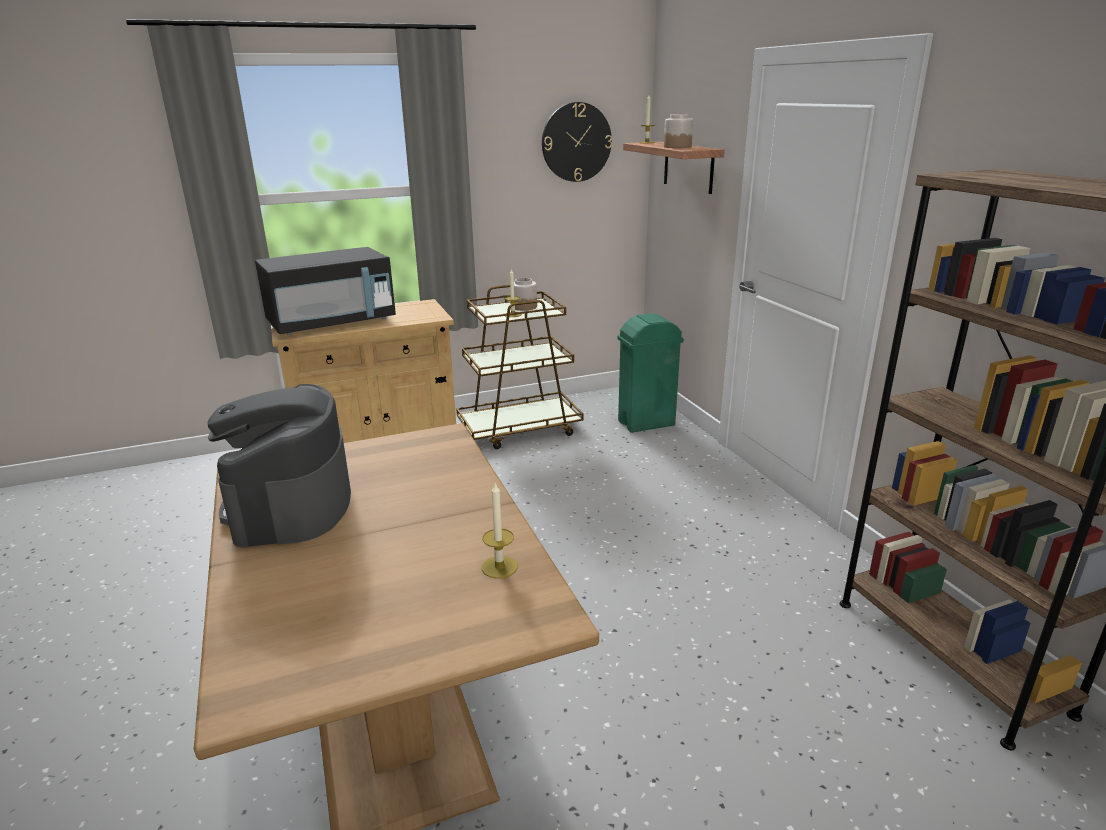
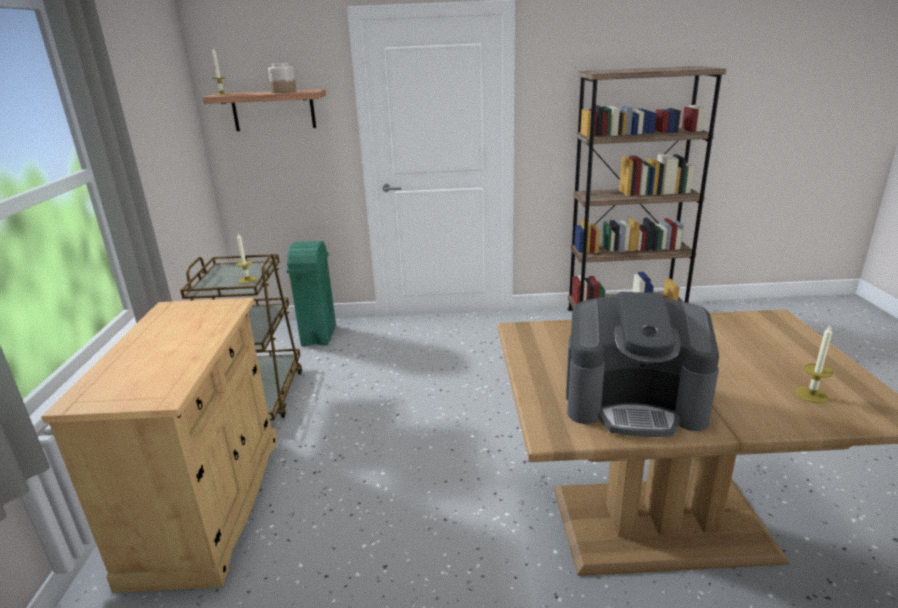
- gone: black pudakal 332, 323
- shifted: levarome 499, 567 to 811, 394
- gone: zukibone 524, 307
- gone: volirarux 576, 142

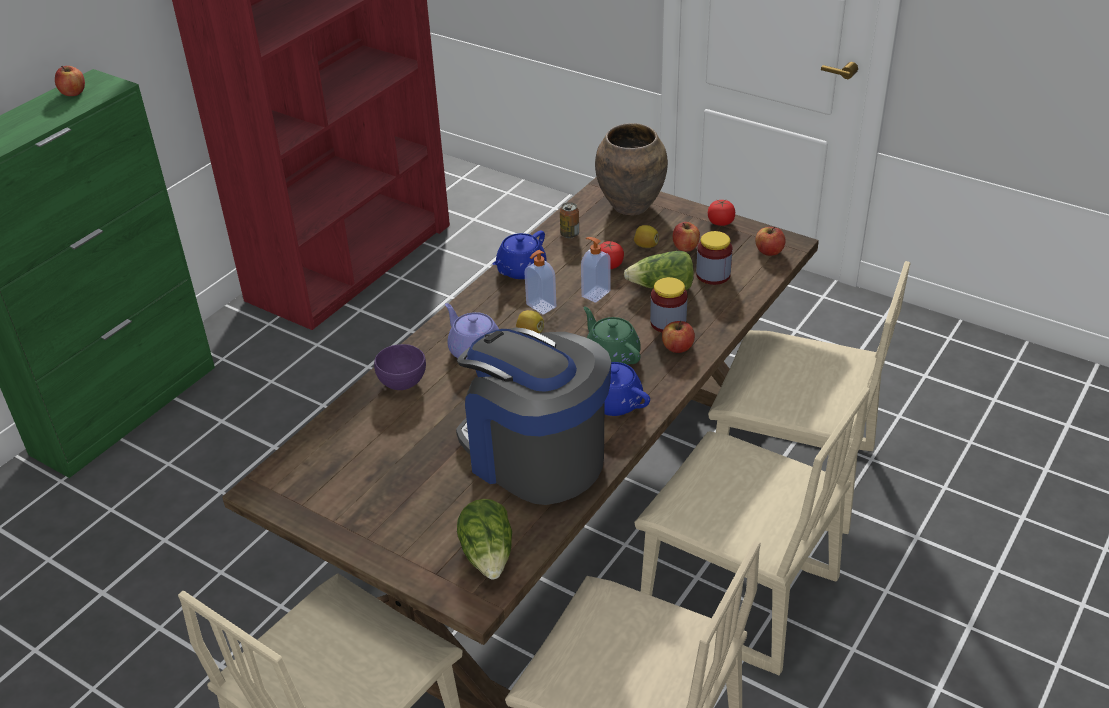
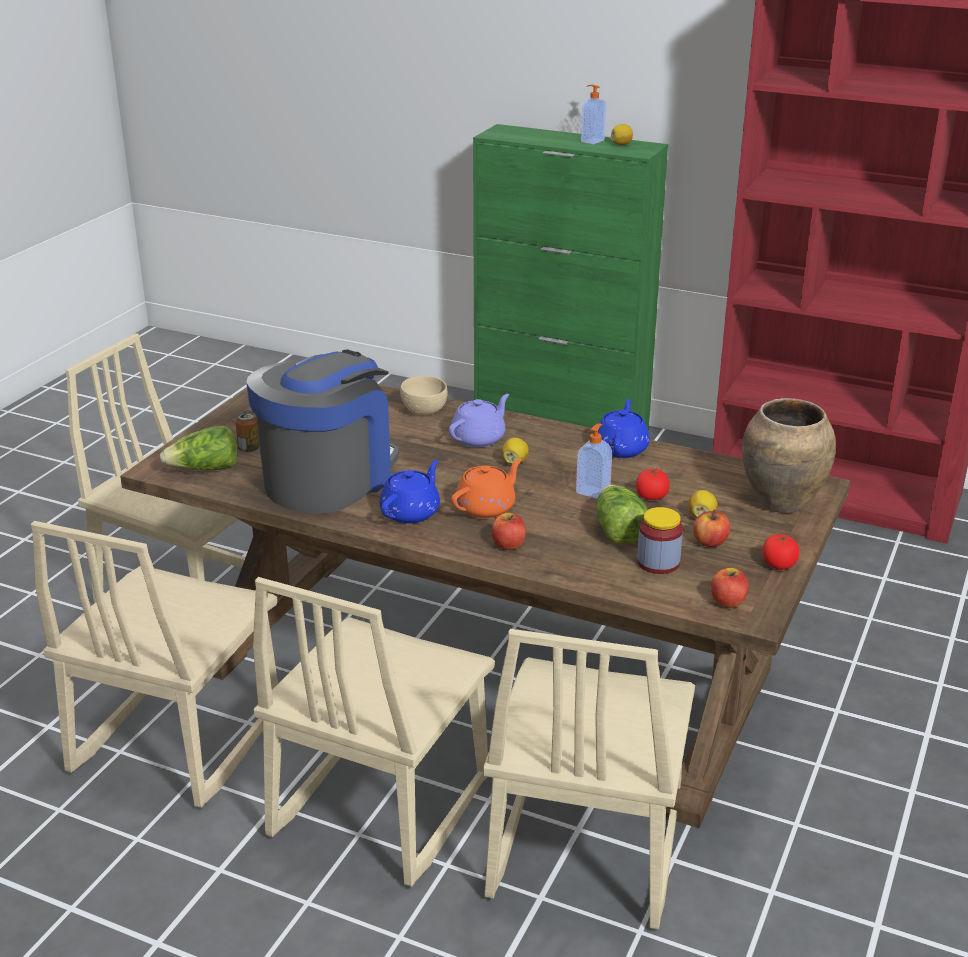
- swapped: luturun 73, 93 to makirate 621, 144
- repainted: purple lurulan 401, 383 to beige lurulan 424, 411
- rotated: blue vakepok 520, 270 = 621, 448 75 degrees clockwise
- shifted: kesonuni 540, 306 to 592, 141
- shifted: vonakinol 569, 234 to 249, 449
- repainted: green vakepok 611, 355 to orange vakepok 486, 507
- gone: zukibone 668, 322

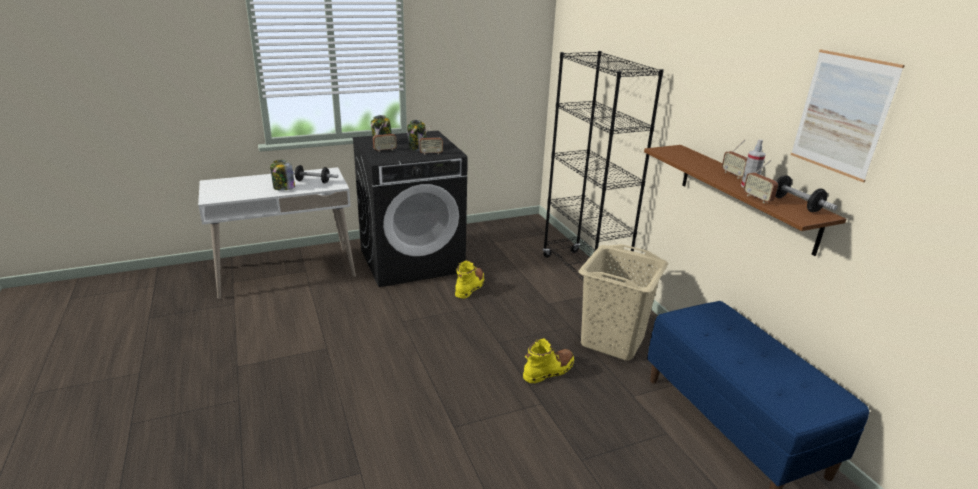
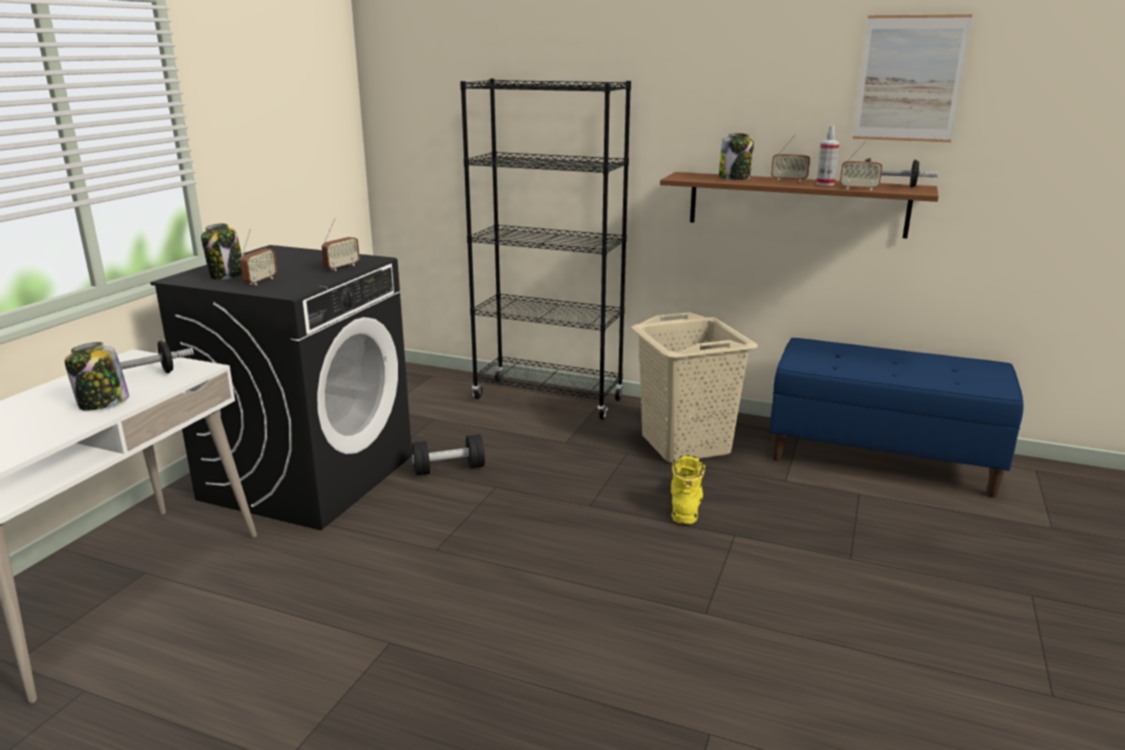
- shifted: zukibone 417, 148 to 735, 178
- swapped: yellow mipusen 470, 287 to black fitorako 449, 469

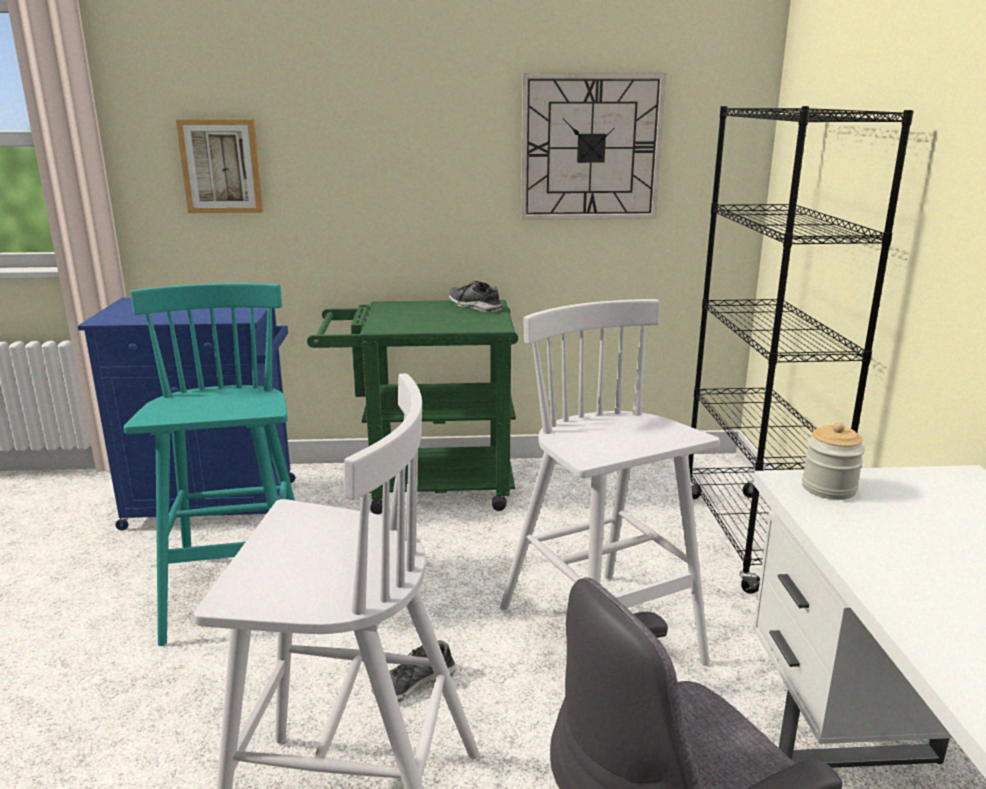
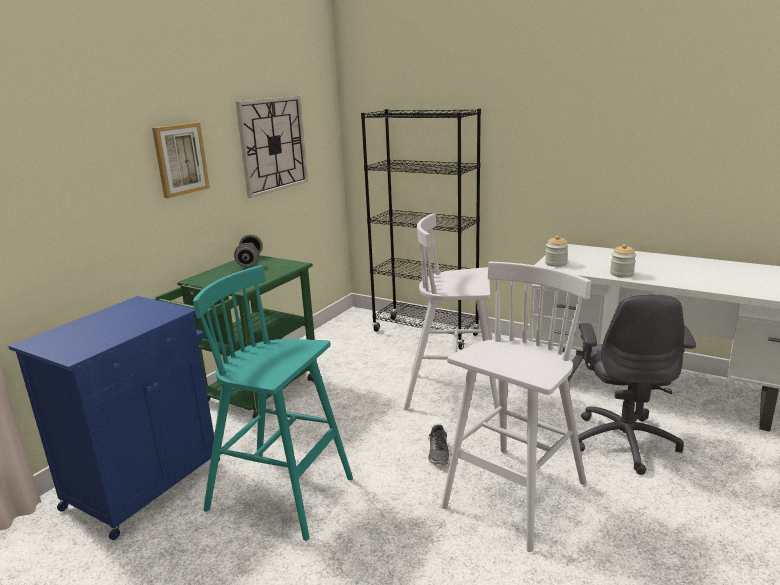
- shifted: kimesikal 221, 166 to 180, 159
- swapped: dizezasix 474, 306 to grey fitorako 250, 261
- new: zukibone 621, 274

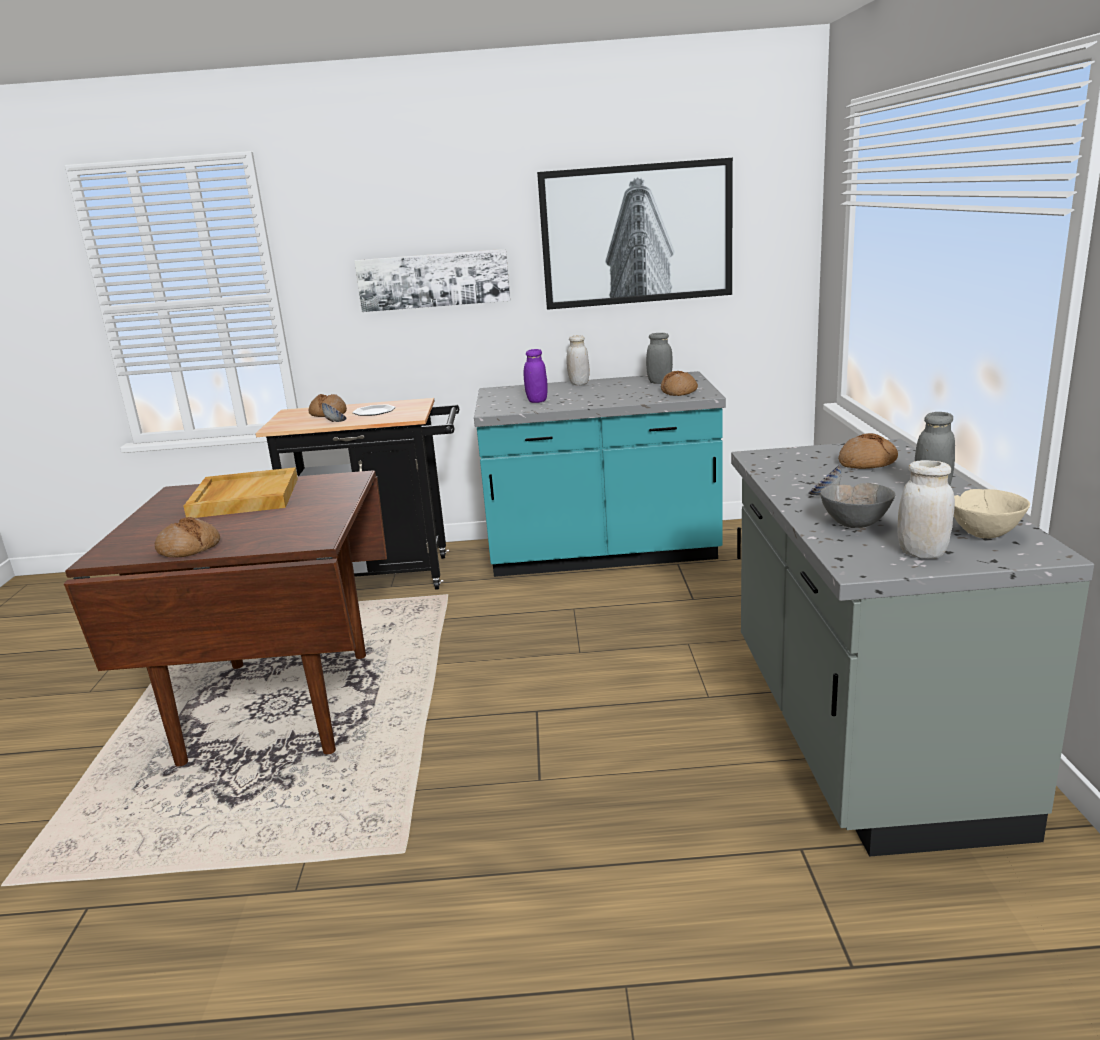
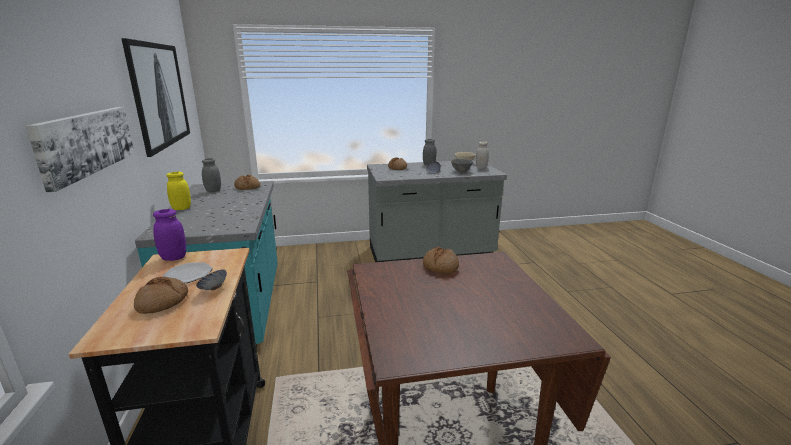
- shifted: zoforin 189, 548 to 440, 267
- gone: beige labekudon 244, 497
- shifted: purple zukibone 537, 401 to 174, 258
- repainted: white zukibone 579, 383 to yellow zukibone 181, 208

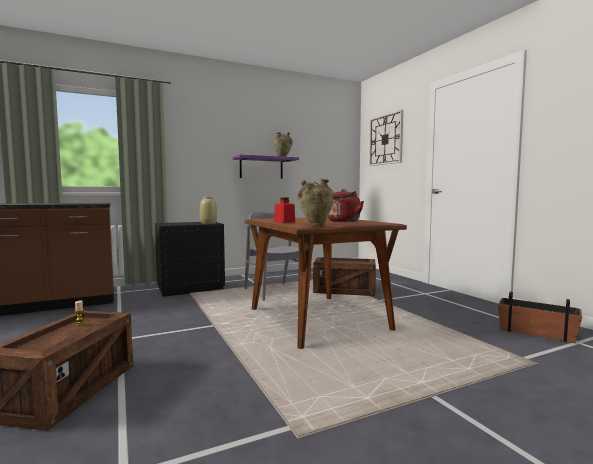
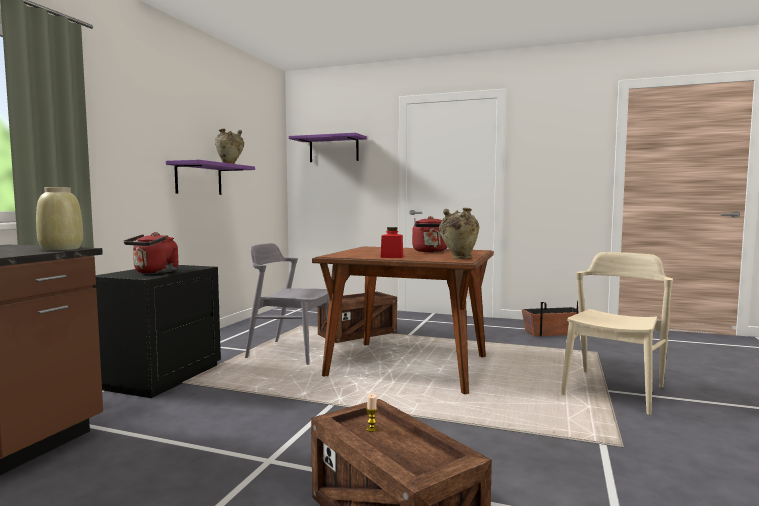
- shifted: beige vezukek 208, 223 to 60, 249
- swapped: volirarux 385, 139 to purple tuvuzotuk 333, 149
- new: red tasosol 154, 272
- new: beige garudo 614, 391

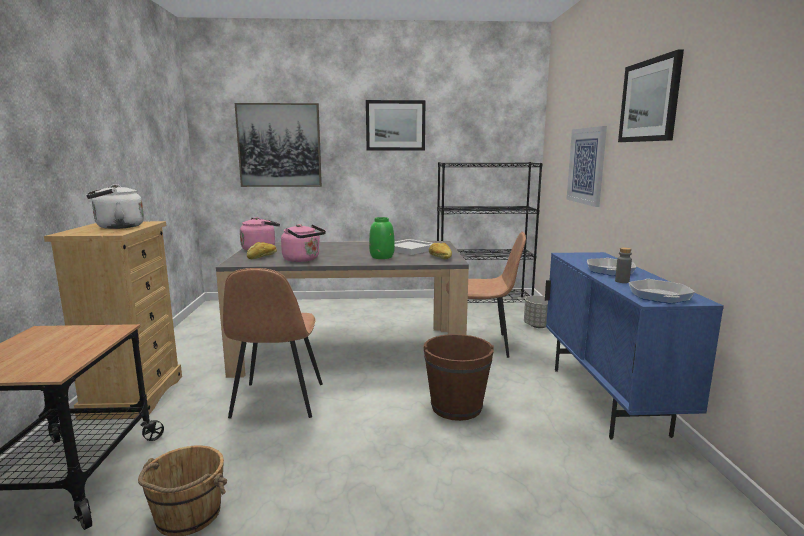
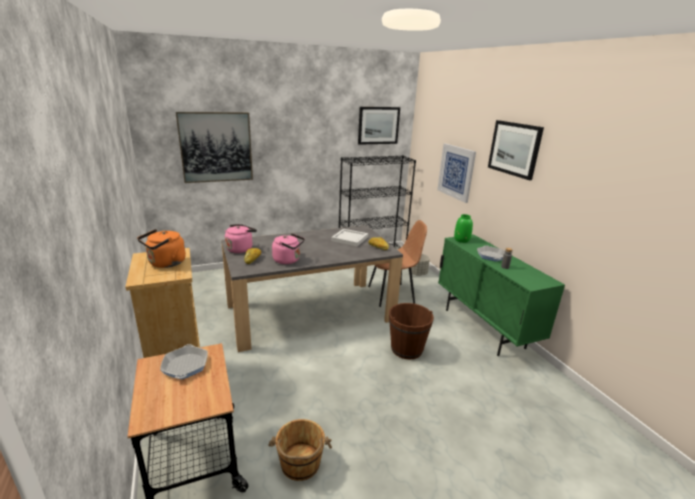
- repainted: white tasosol 117, 227 to orange tasosol 165, 263
- gone: brown garudo 277, 401
- shifted: kimesikal 395, 125 to 378, 125
- shifted: green vezukek 382, 257 to 461, 240
- repainted: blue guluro 606, 400 to green guluro 483, 328
- shifted: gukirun 659, 296 to 185, 365

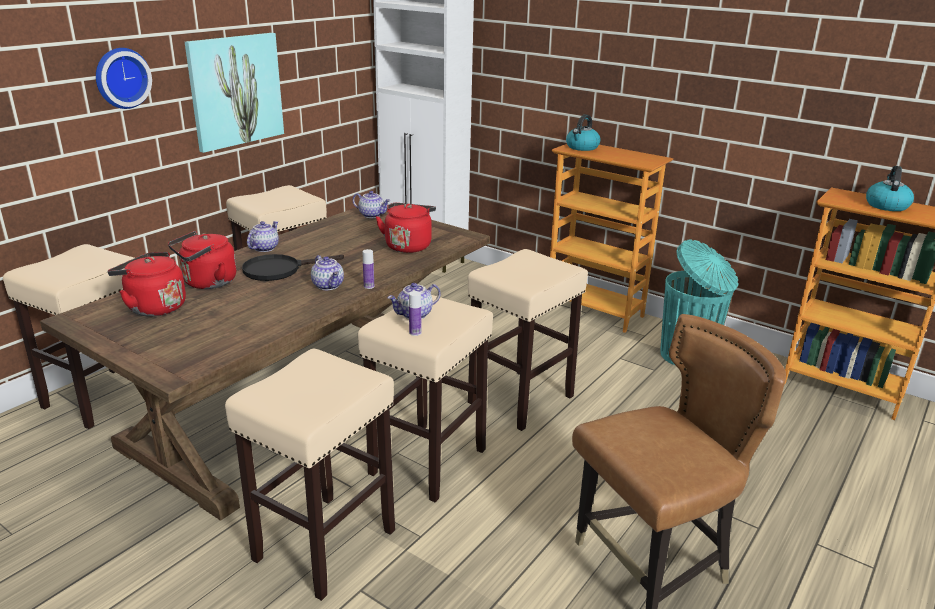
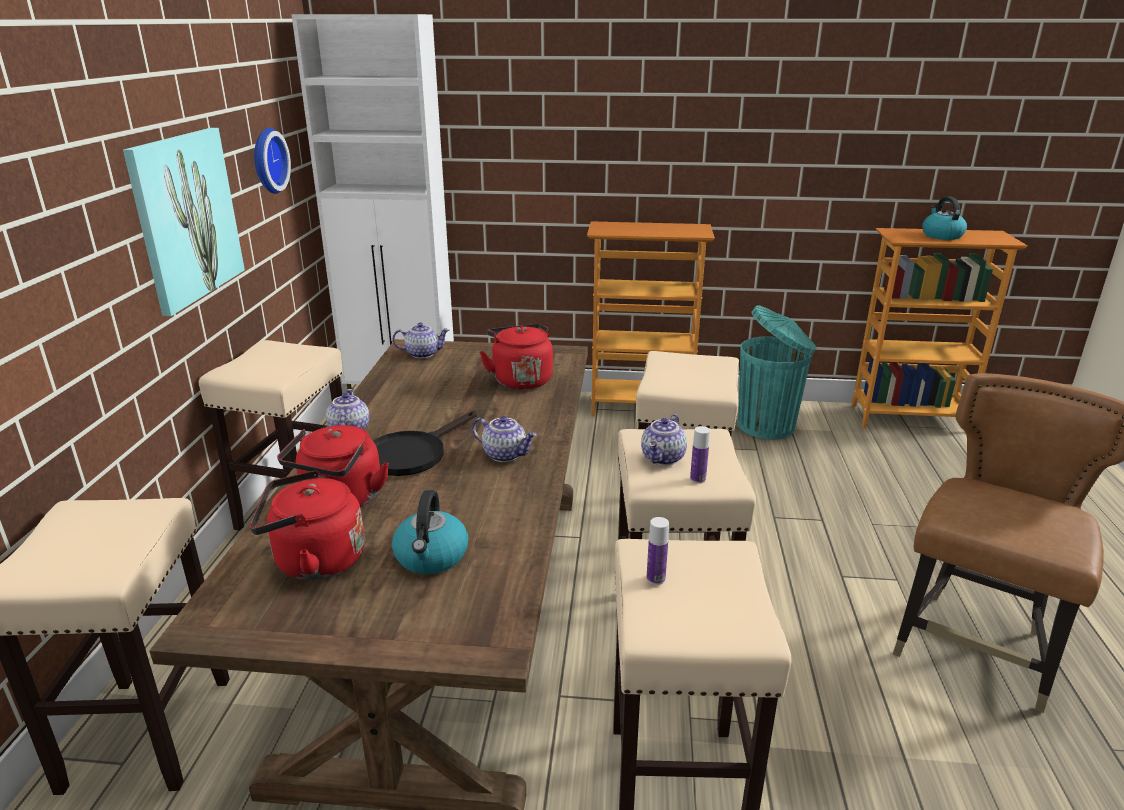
- shifted: volirarux 121, 78 to 266, 161
- shifted: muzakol 369, 286 to 655, 578
- shifted: tasosol 582, 147 to 431, 557

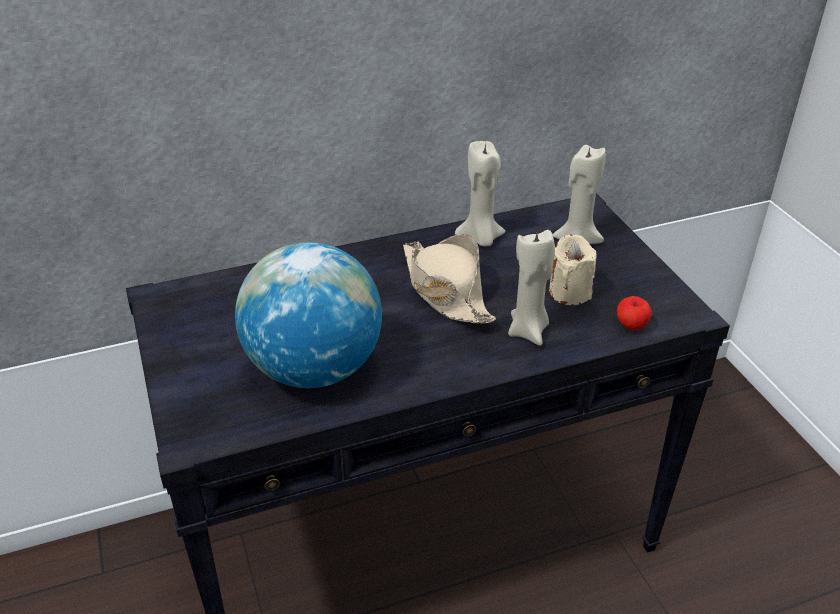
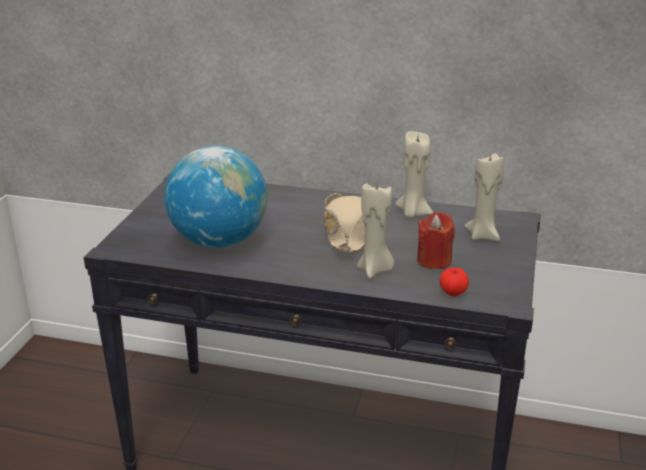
- repainted: beige levarome 569, 292 to red levarome 434, 260

